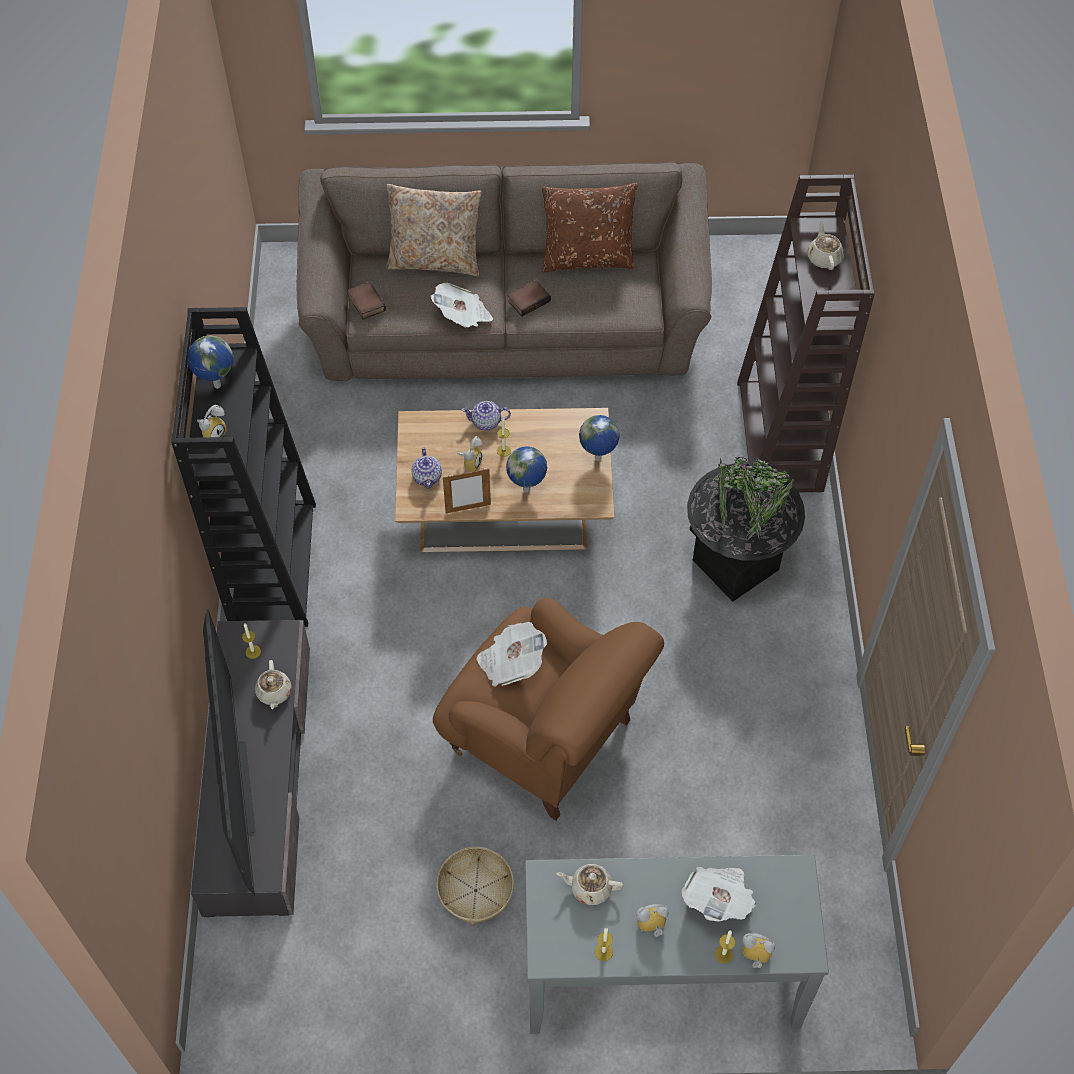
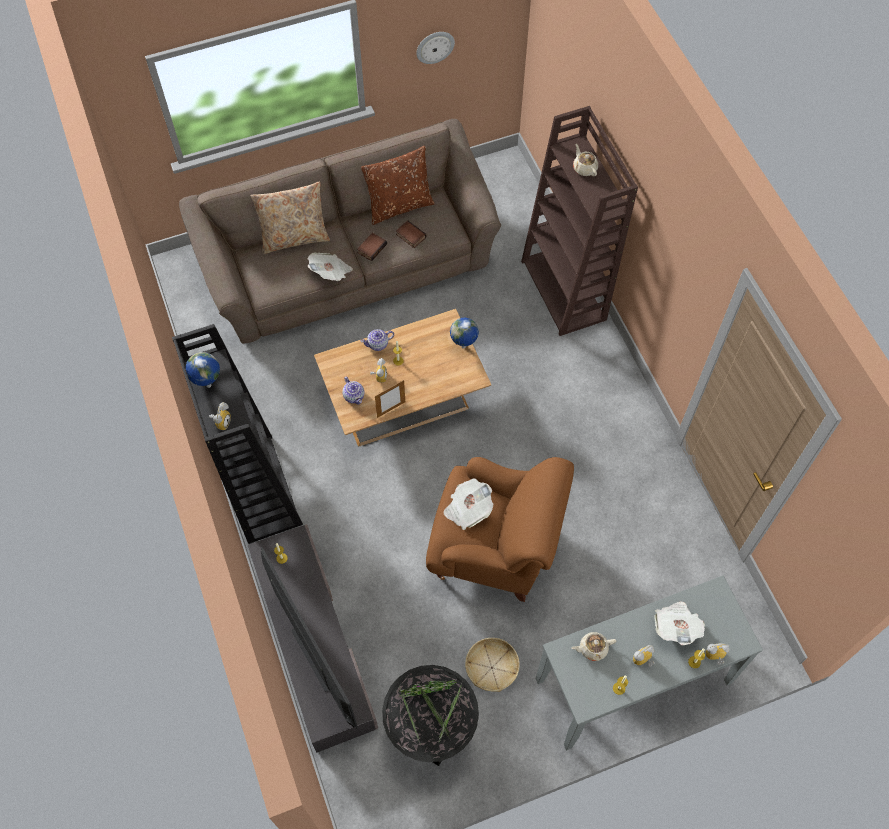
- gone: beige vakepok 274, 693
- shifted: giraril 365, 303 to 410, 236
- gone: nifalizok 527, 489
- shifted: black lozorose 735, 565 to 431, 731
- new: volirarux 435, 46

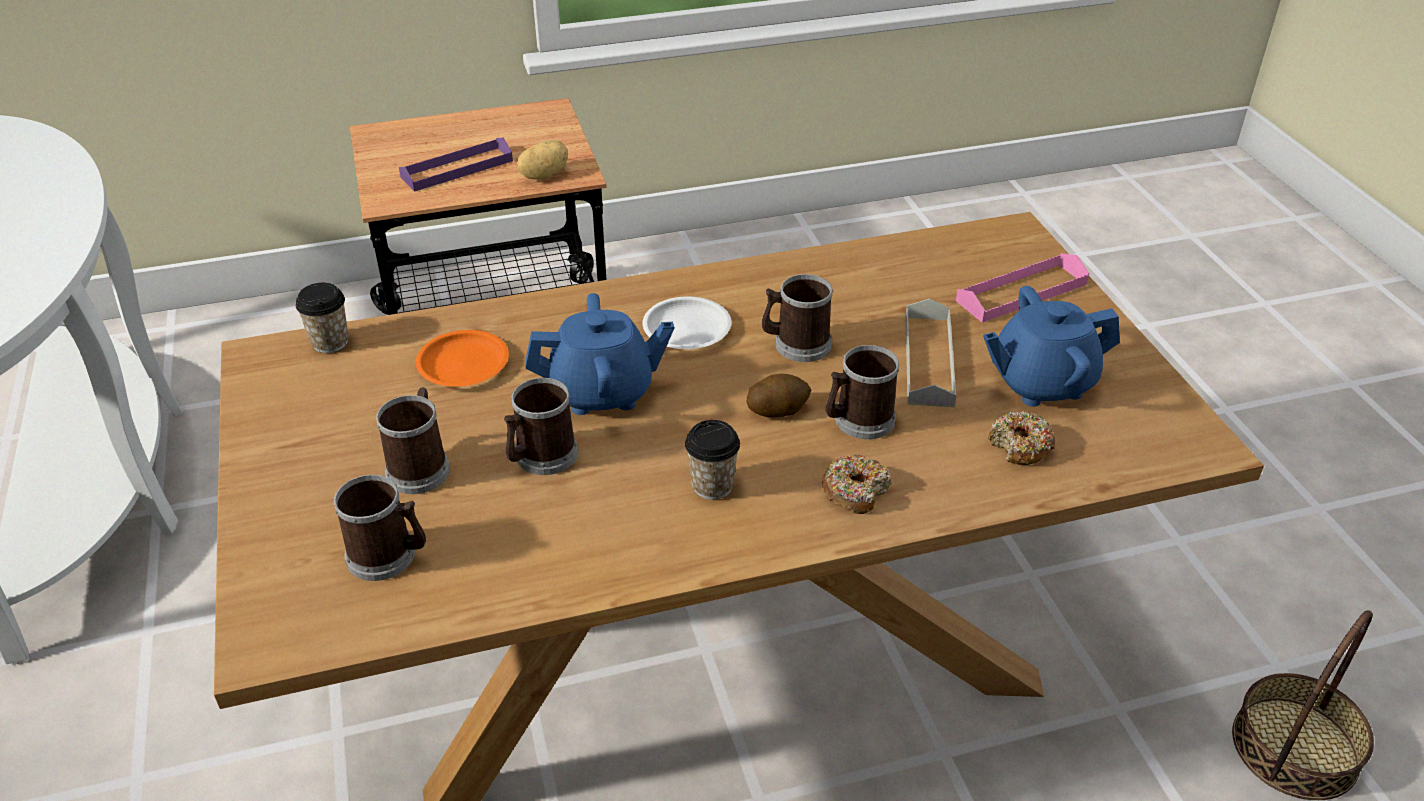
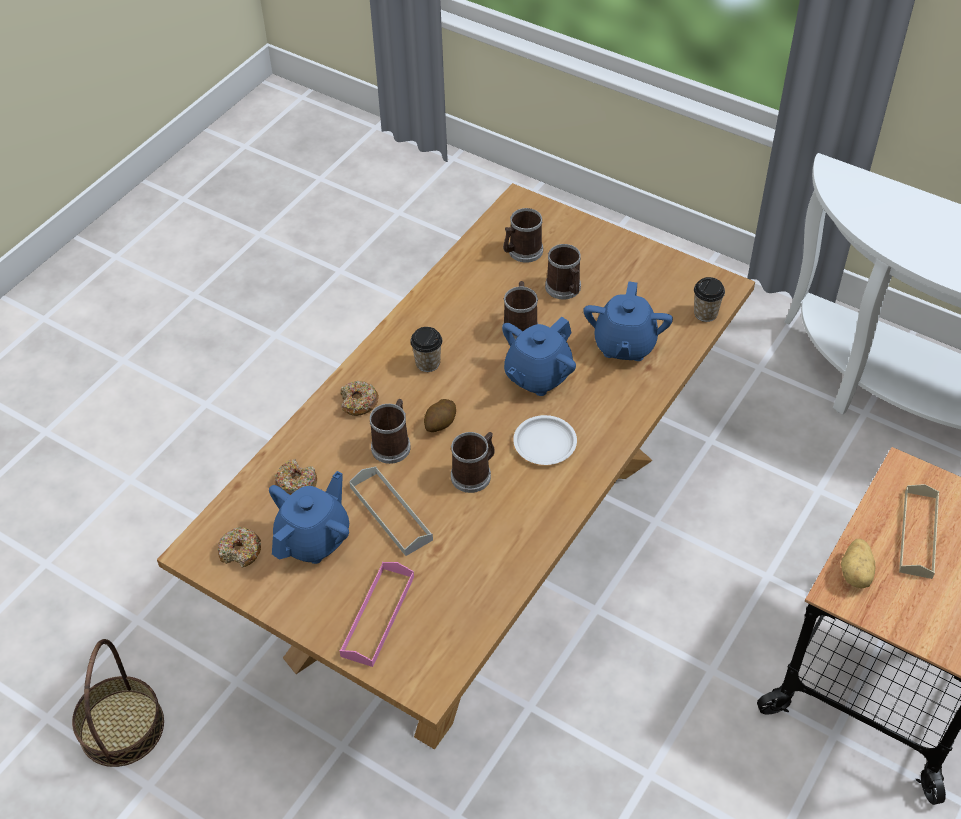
- repainted: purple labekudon 457, 169 to beige labekudon 918, 534
- swapped: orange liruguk 463, 365 to blue vakepok 624, 345
- new: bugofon 240, 552

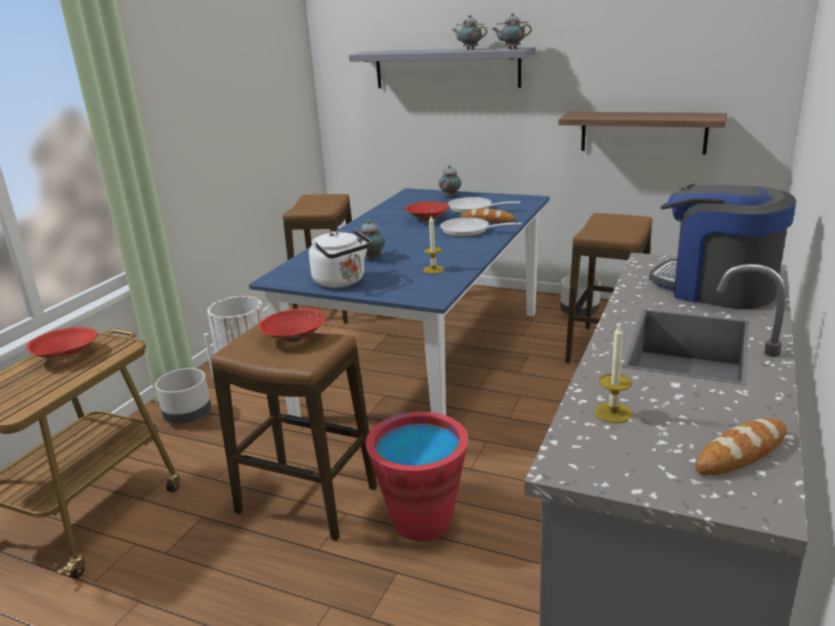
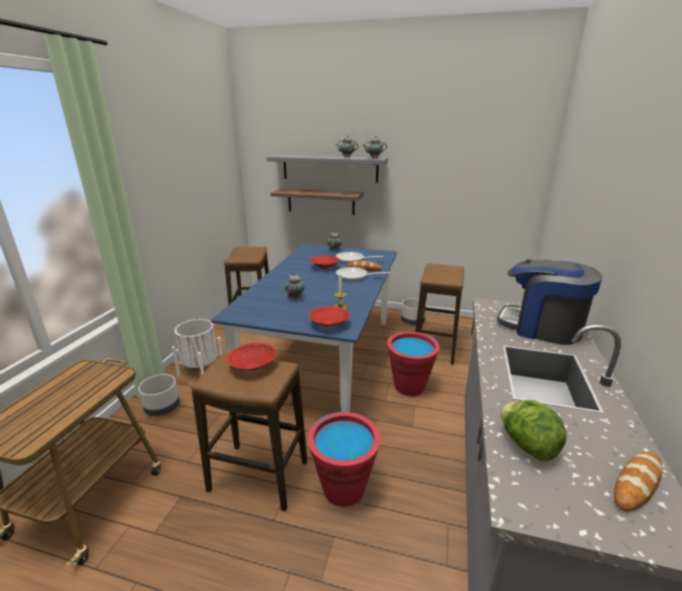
- shifted: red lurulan 67, 356 to 330, 324
- gone: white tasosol 342, 282
- shifted: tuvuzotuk 643, 132 to 321, 201
- swapped: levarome 613, 412 to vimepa 527, 445
- new: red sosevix 409, 386

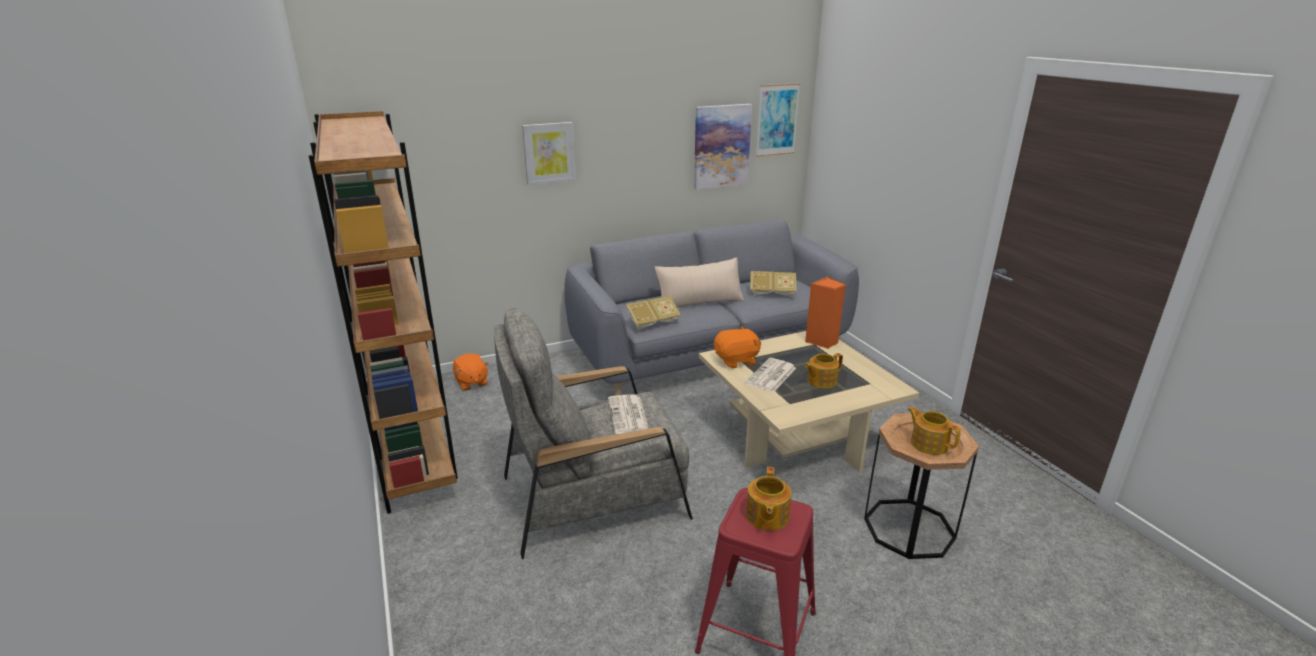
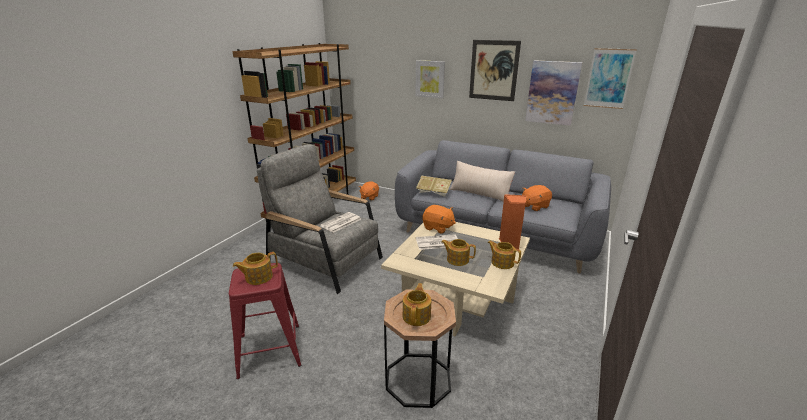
- swapped: giraril 772, 293 to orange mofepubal 534, 206
- new: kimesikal 493, 70
- new: vakepok 502, 262

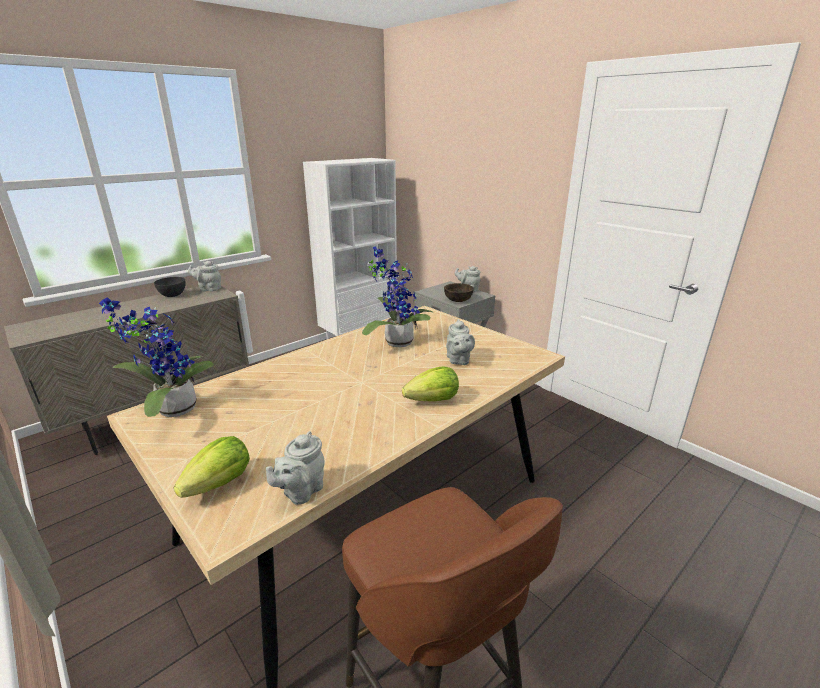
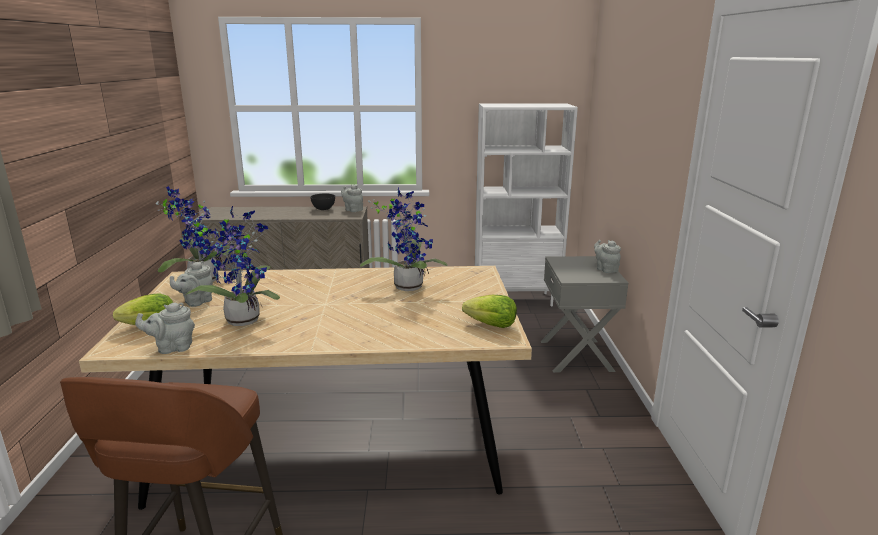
- shifted: vimepa 433, 401 to 491, 325
- gone: brown lurulan 458, 300
- shifted: grey vakepok 458, 360 to 196, 302
- new: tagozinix 244, 318

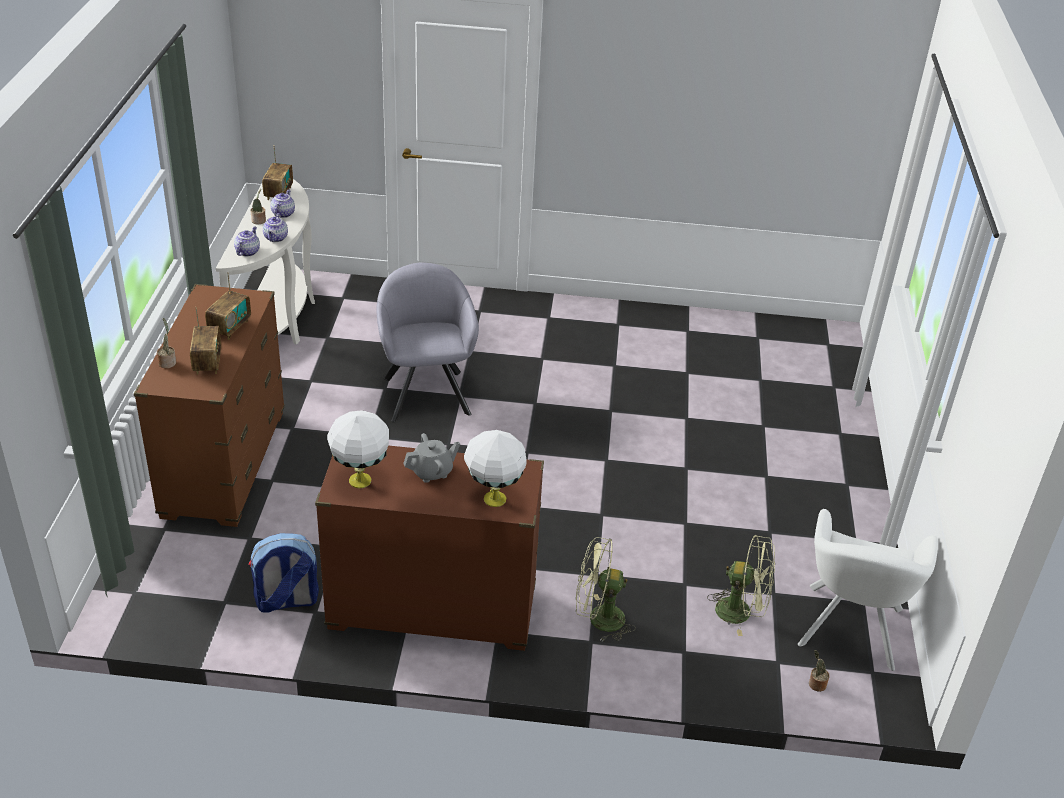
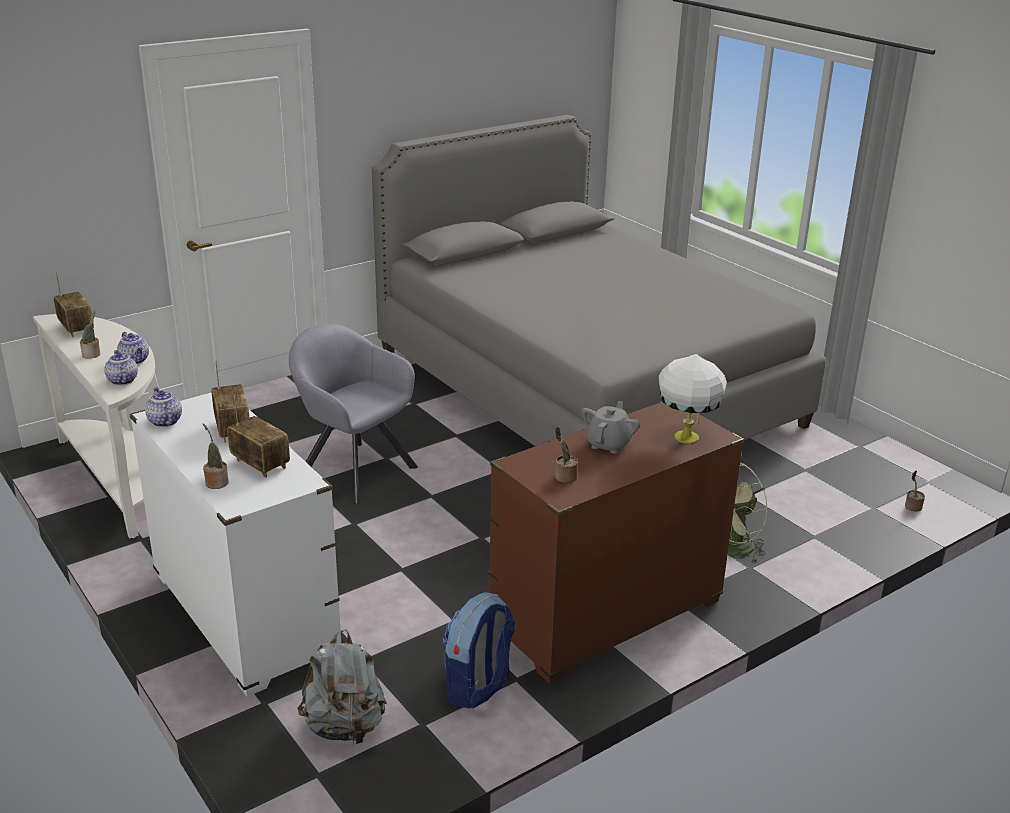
- repainted: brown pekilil 224, 464 to white pekilil 244, 616
- shifted: vakepok 283, 213 to 164, 421
- swapped: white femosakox 360, 480 to tagozinix 564, 477
- gone: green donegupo 741, 612
- gone: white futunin 849, 631
- new: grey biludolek 345, 727
- new: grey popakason 584, 389

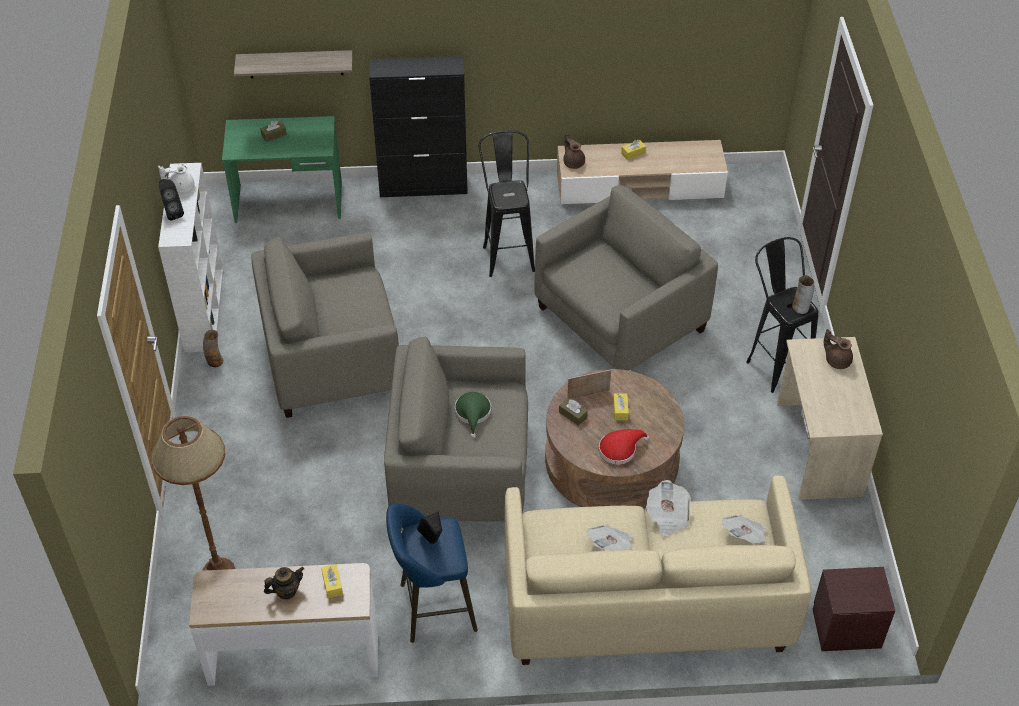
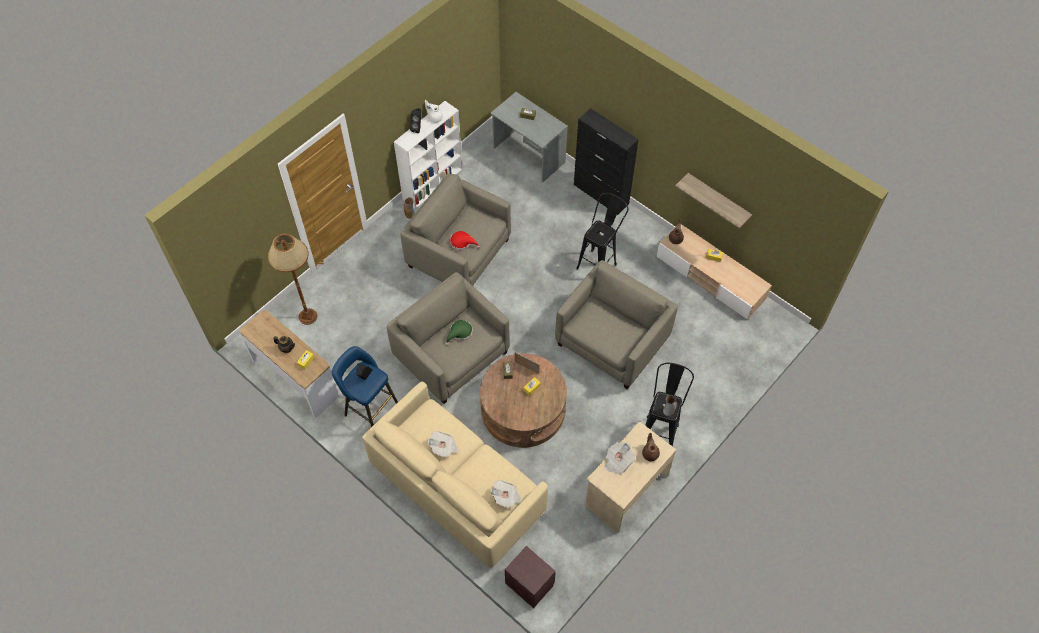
- repainted: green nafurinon 289, 203 to grey nafurinon 528, 155
- shifted: tuvuzotuk 295, 64 to 718, 199
- rotated: beige futunin 620, 319 = 612, 342 60 degrees counterclockwise
- shifted: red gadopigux 620, 449 to 462, 242
- shifted: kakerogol 667, 516 to 617, 462

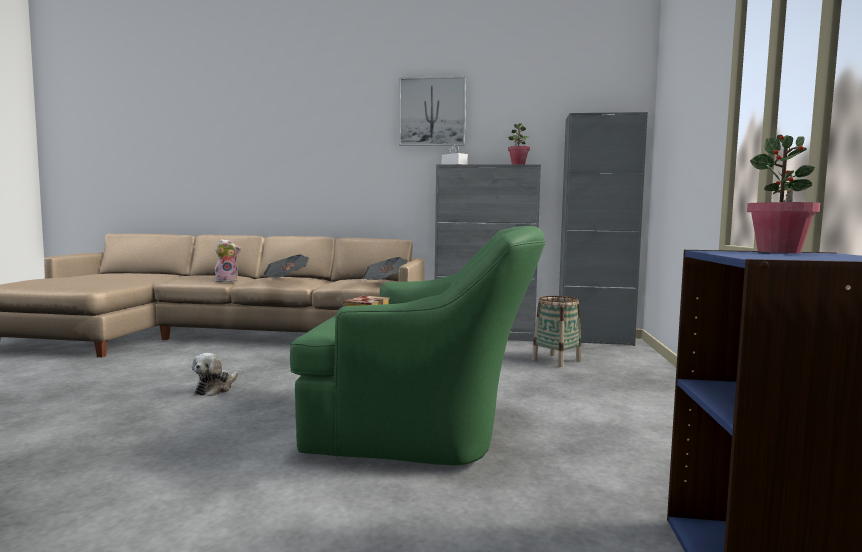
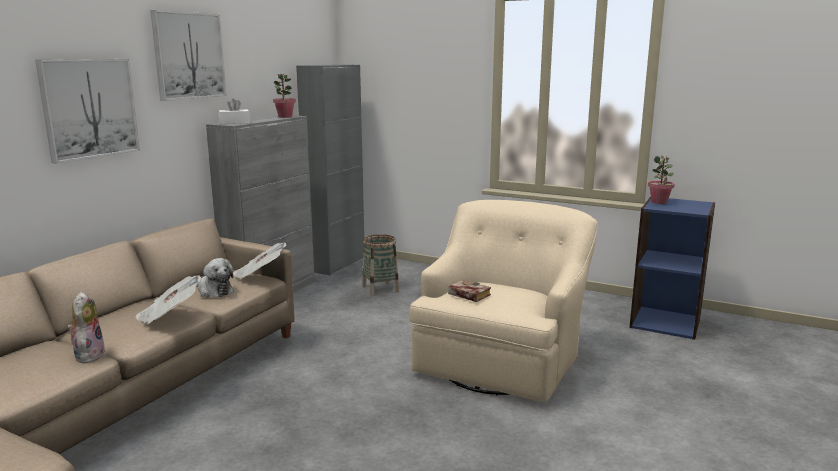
- shifted: mofepubal 215, 389 to 213, 291
- repainted: green futunin 425, 427 to beige futunin 502, 359
- new: kimesikal 89, 108

